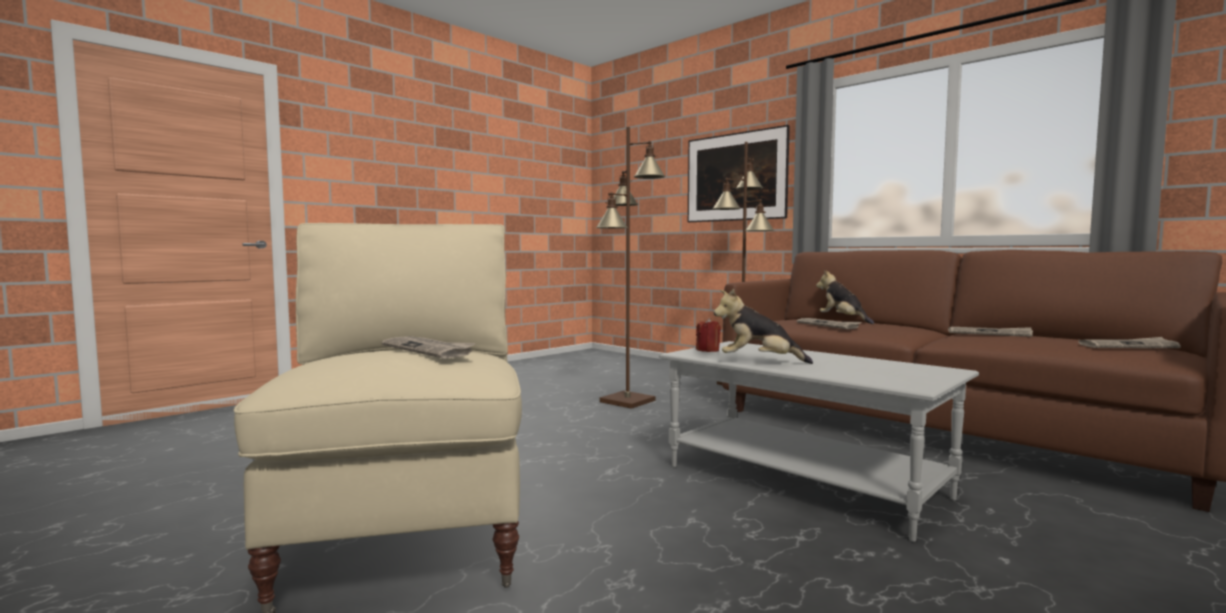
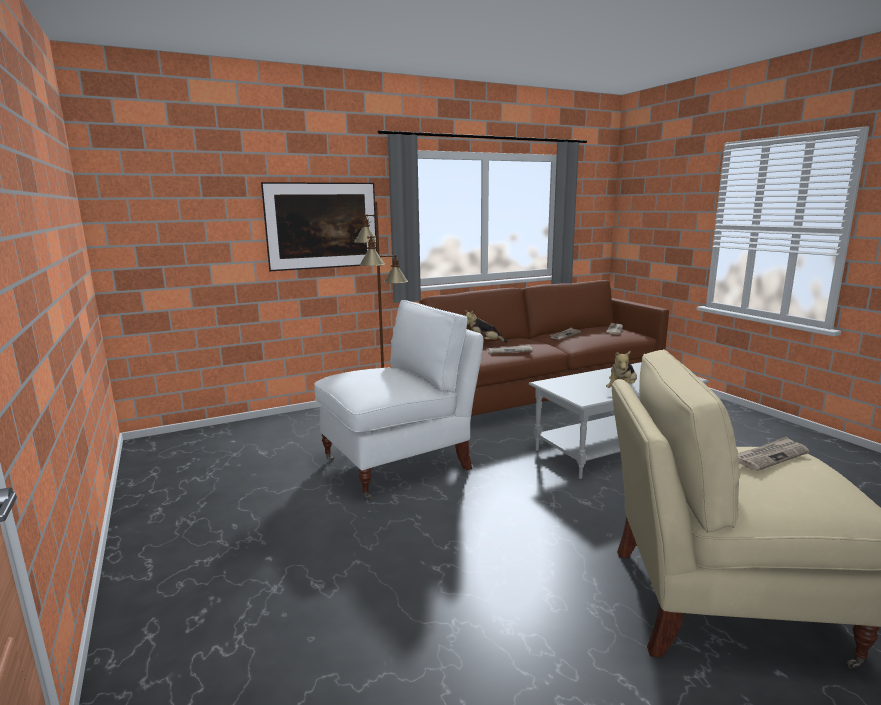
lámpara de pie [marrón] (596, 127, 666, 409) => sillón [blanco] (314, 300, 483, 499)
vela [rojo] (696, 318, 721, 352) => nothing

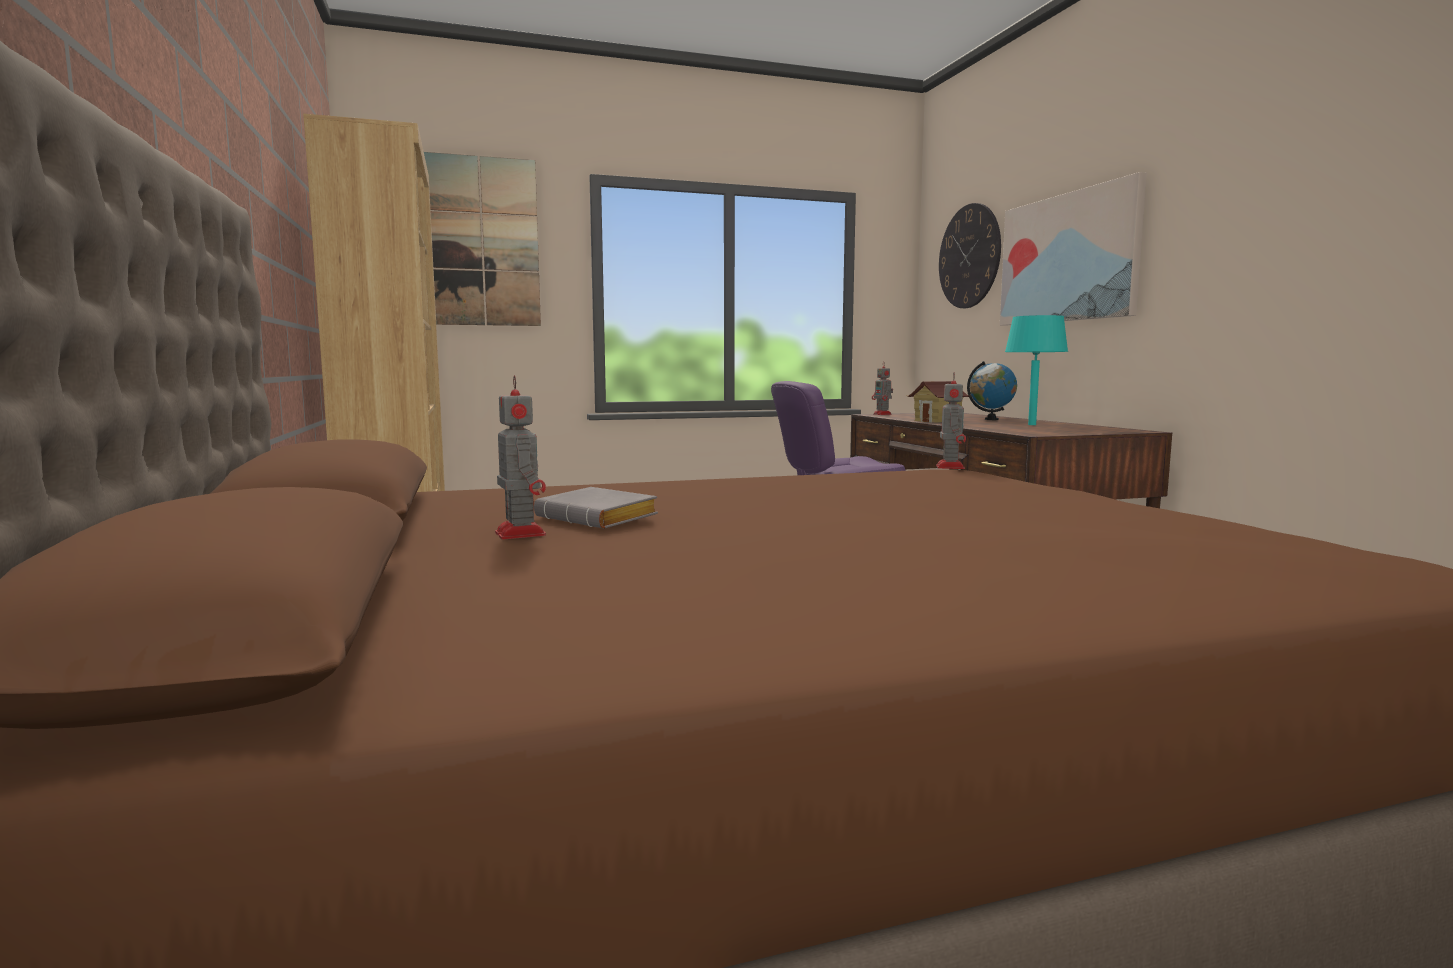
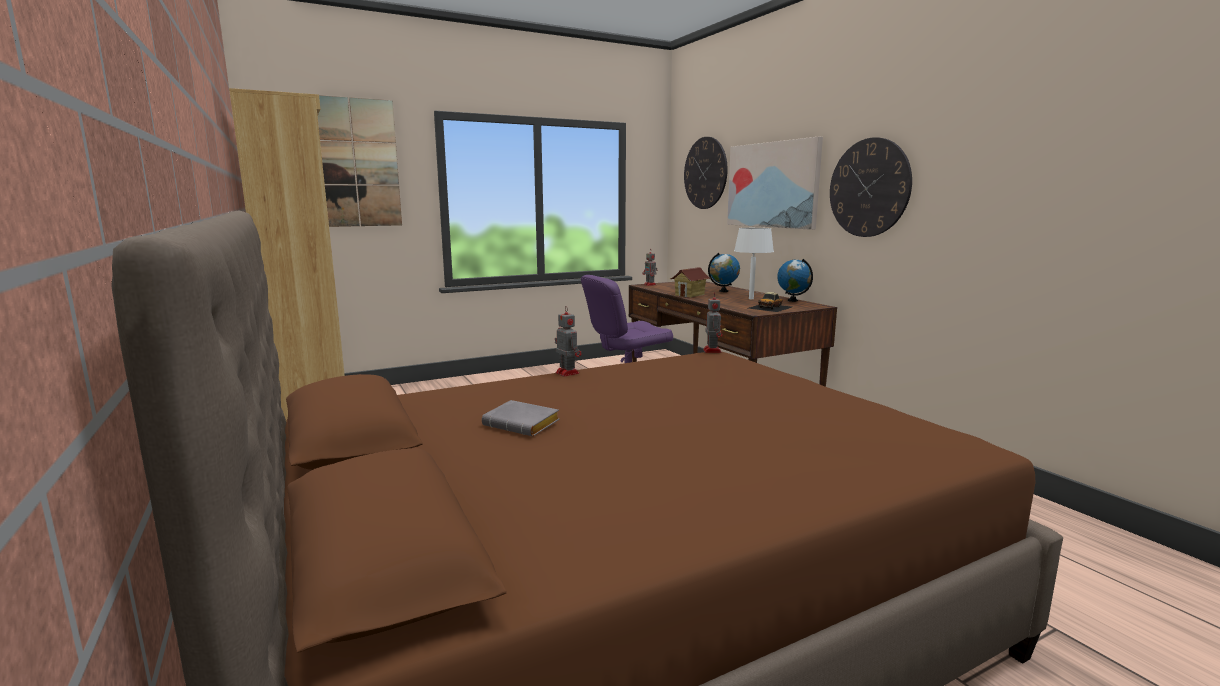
robot de juguete (495, 375, 546, 540) => robot de juguete (555, 306, 582, 377), move
lámpara de mesa [turquesa] (1005, 315, 1068, 425) => lámpara de mesa [blanco] (734, 228, 774, 299)
nothing => coche de juguete (748, 292, 792, 312)
nothing => globo terráqueo (777, 259, 813, 302)
nothing => reloj de pared (830, 137, 912, 237)

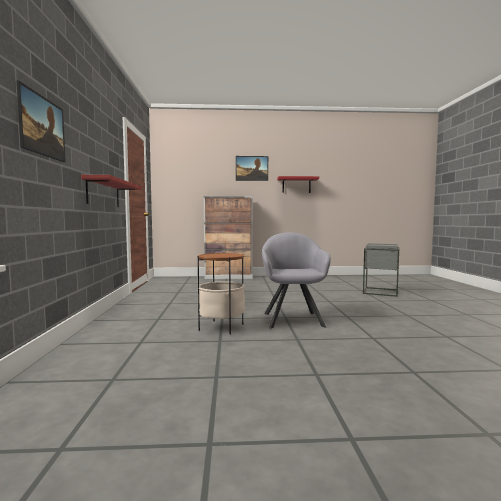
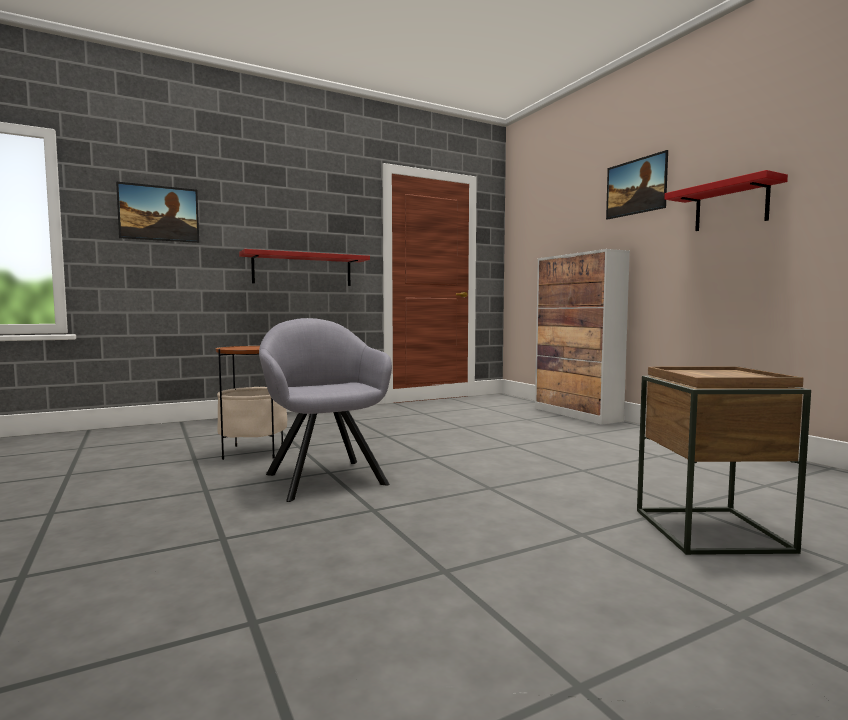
sillón [gris] (261, 232, 331, 328) => sillón [gris] (259, 318, 392, 502), 90 degrees counterclockwise
mesa auxiliar [gris] (363, 243, 399, 297) => mesa auxiliar [marrón] (637, 366, 811, 555)

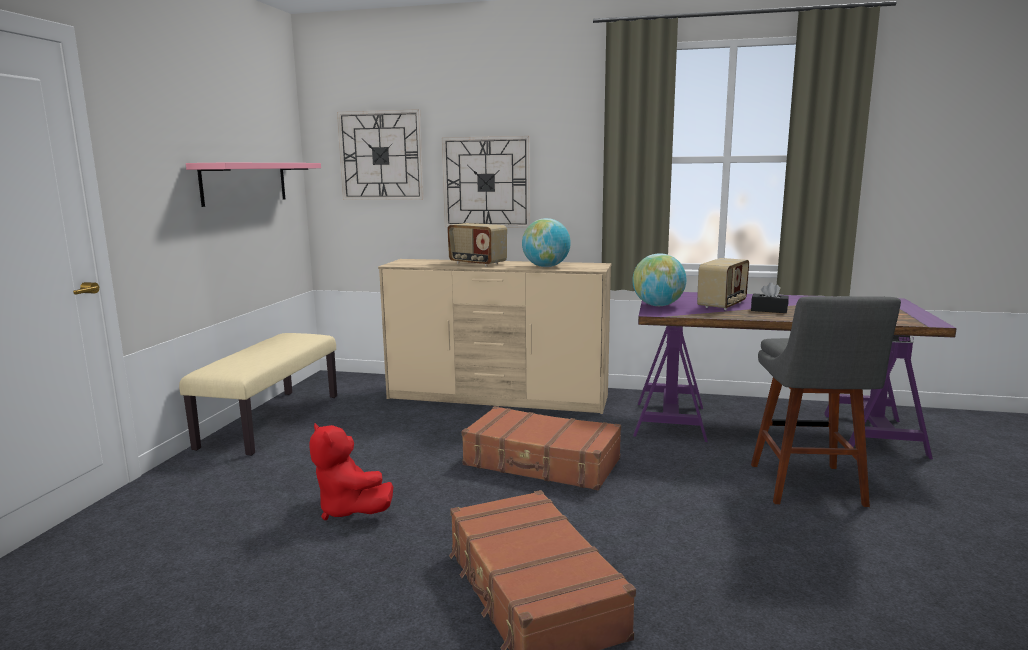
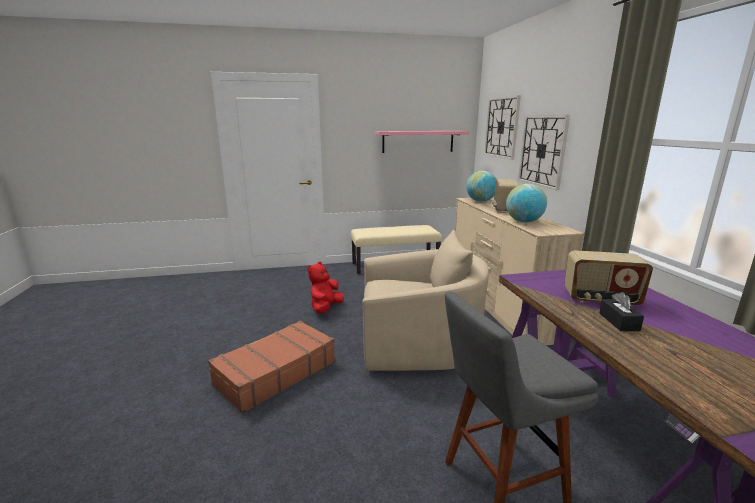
maleta [marrón] (462, 406, 621, 490) => sillón [beis] (362, 230, 489, 371)
globo terráqueo (632, 253, 686, 306) => globo terráqueo (466, 171, 496, 202), move

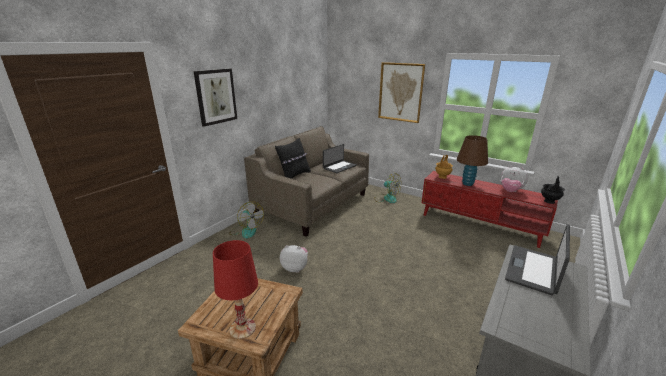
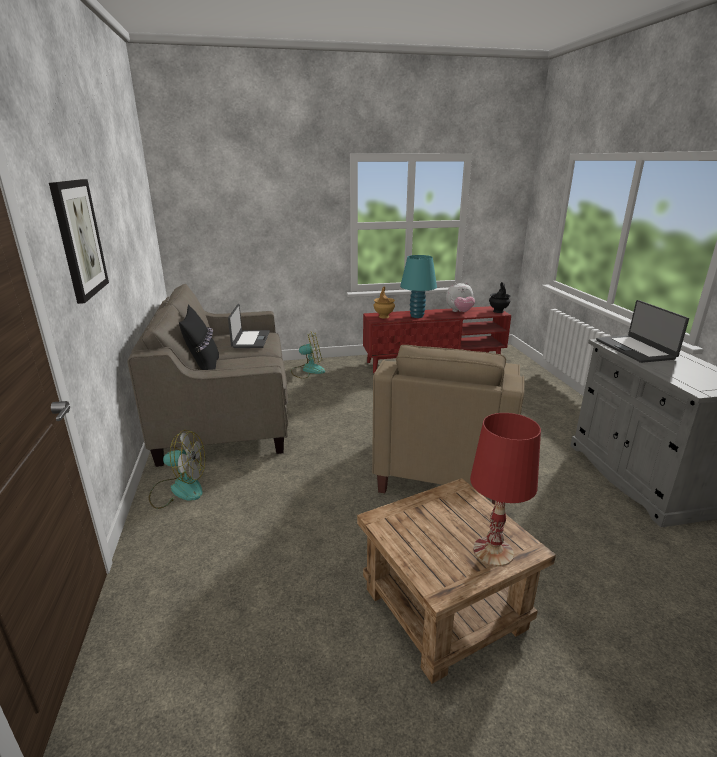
nothing => sillón [beis] (372, 345, 525, 505)
lámpara de mesa [marrón] (457, 135, 488, 186) => lámpara de mesa [turquesa] (400, 255, 437, 318)
peluche (280, 245, 308, 273) => nothing
cuadro (378, 62, 425, 123) => nothing

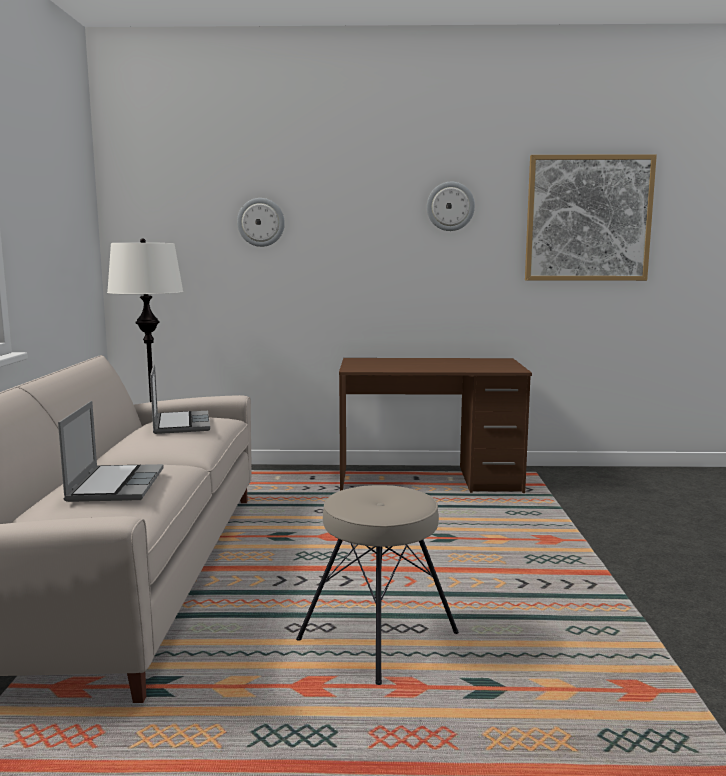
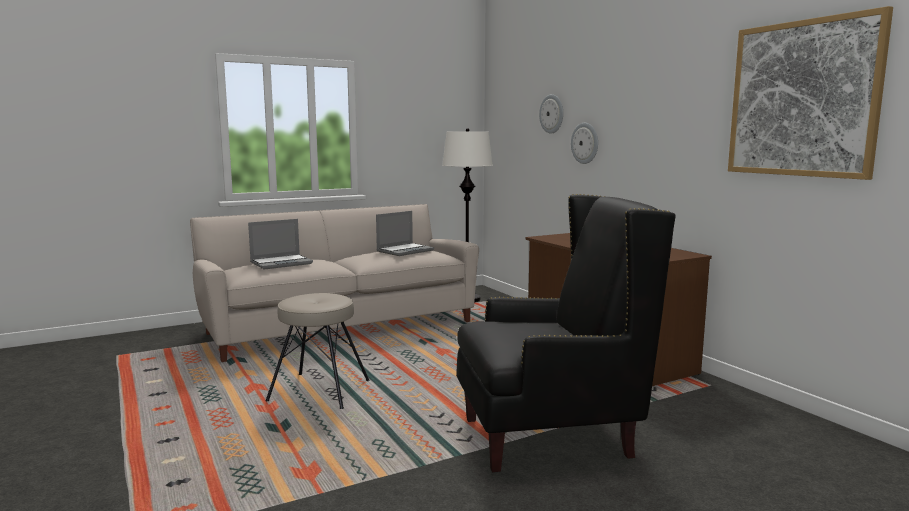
nothing => sillón [negro] (456, 194, 676, 472)
reloj de pared (427, 182, 475, 231) => reloj de pared (571, 123, 598, 164), move

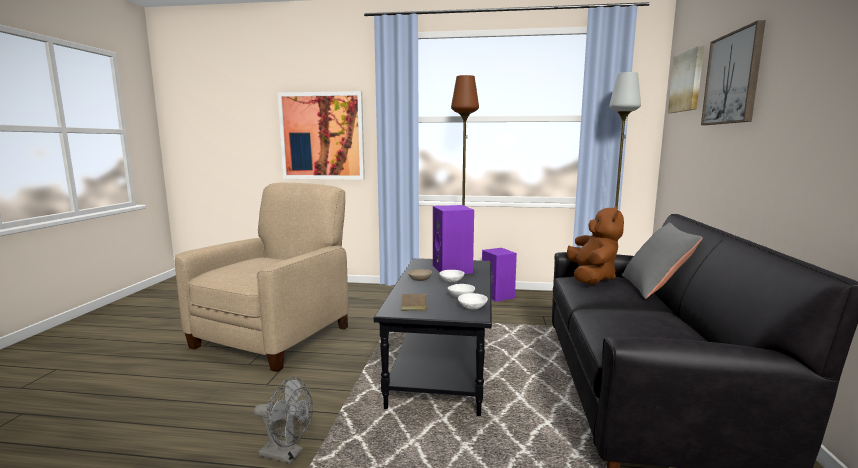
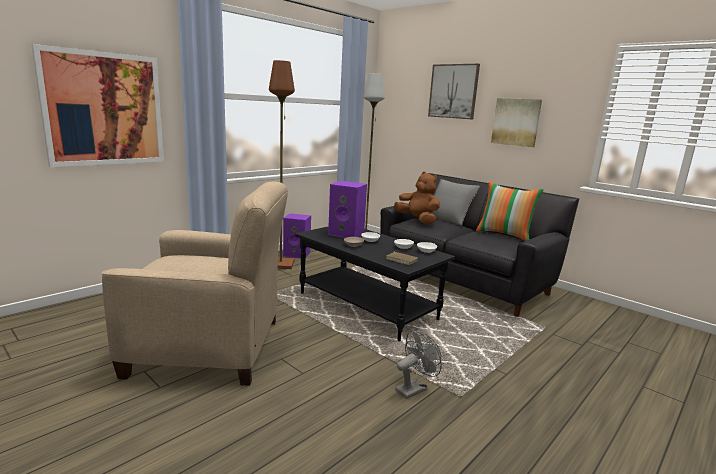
sillón [beis] (174, 183, 349, 372) => sillón [beis] (101, 182, 288, 386), 120 degrees clockwise
nothing => cojín (476, 181, 544, 241)
cuadro (668, 46, 704, 113) => cuadro (491, 98, 542, 147), move

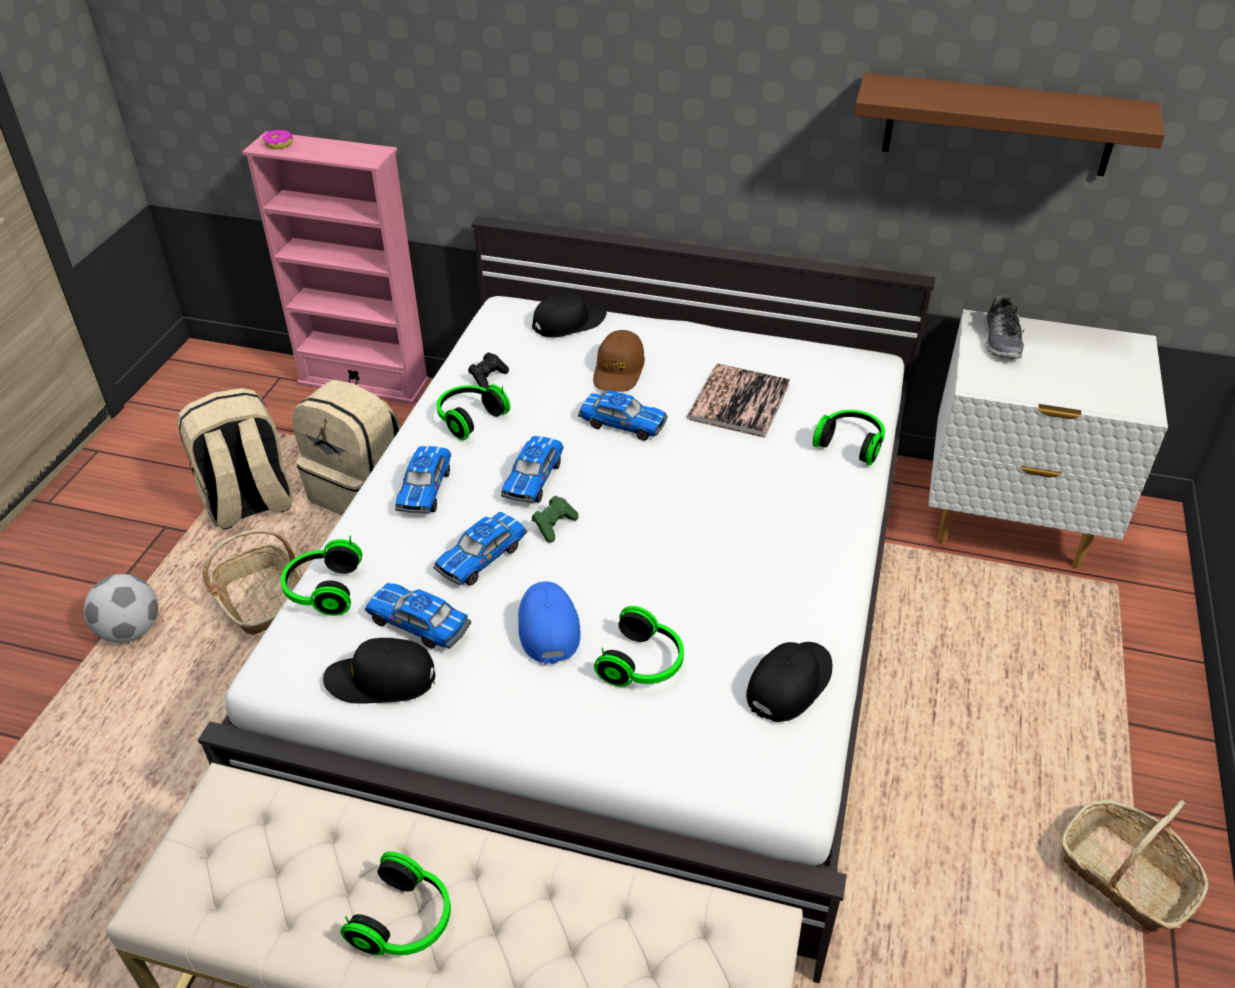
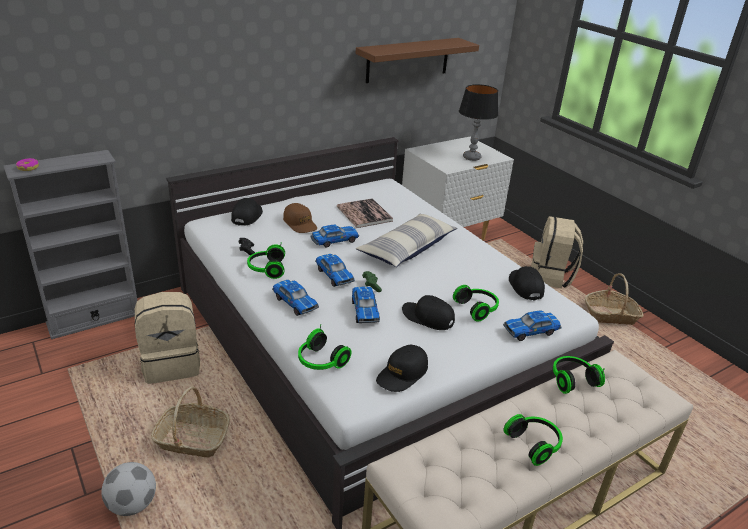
estantería [rosa] (242, 131, 430, 404) => estantería [gris] (4, 150, 138, 339)
nothing => cojín (356, 213, 457, 267)
gorra [azul] (518, 581, 580, 665) => gorra [negro] (402, 295, 455, 330)
nothing => lámpara de mesa (459, 84, 498, 161)
coche de juguete (365, 583, 471, 649) => coche de juguete (503, 310, 561, 341), move
mochila [beis] (177, 388, 293, 529) => mochila [beis] (531, 216, 583, 288), move
auriculares (813, 410, 885, 466) => auriculares (553, 356, 605, 394), move
zapato (984, 295, 1024, 359) => nothing

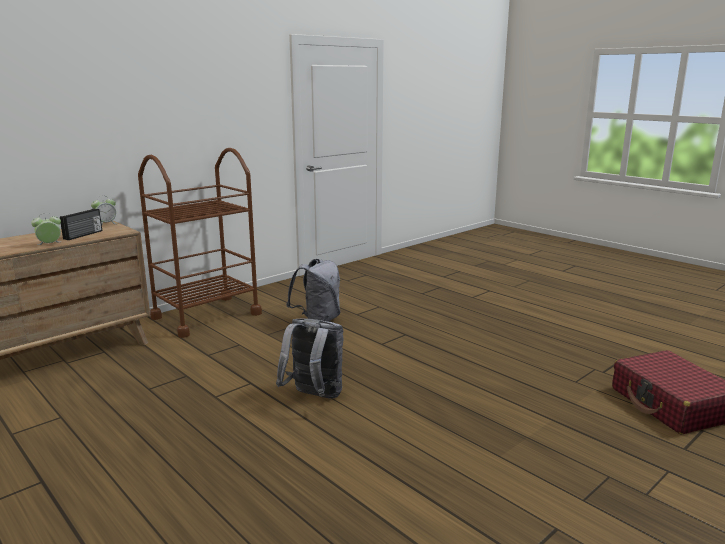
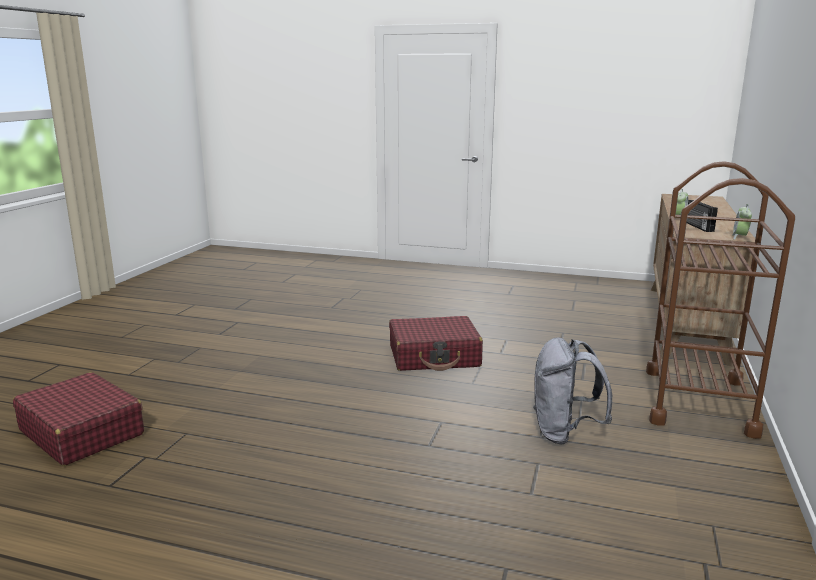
mochila [gris] (276, 318, 343, 398) => maleta [rojo] (389, 316, 483, 371)

